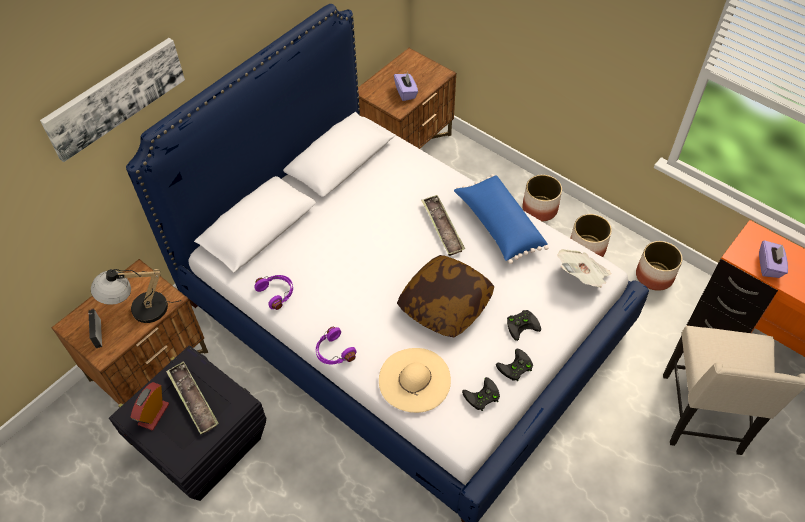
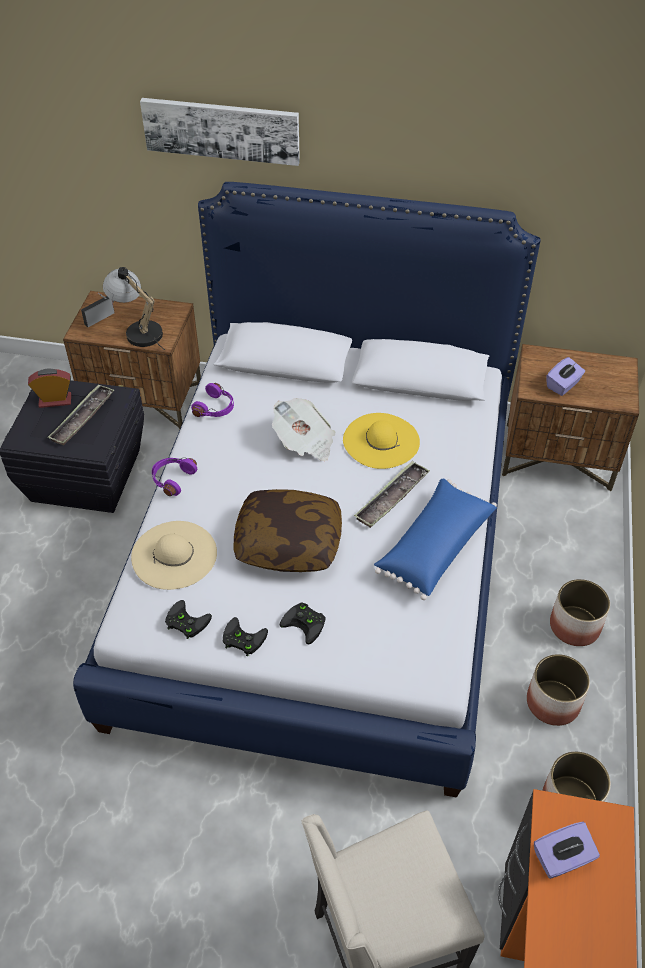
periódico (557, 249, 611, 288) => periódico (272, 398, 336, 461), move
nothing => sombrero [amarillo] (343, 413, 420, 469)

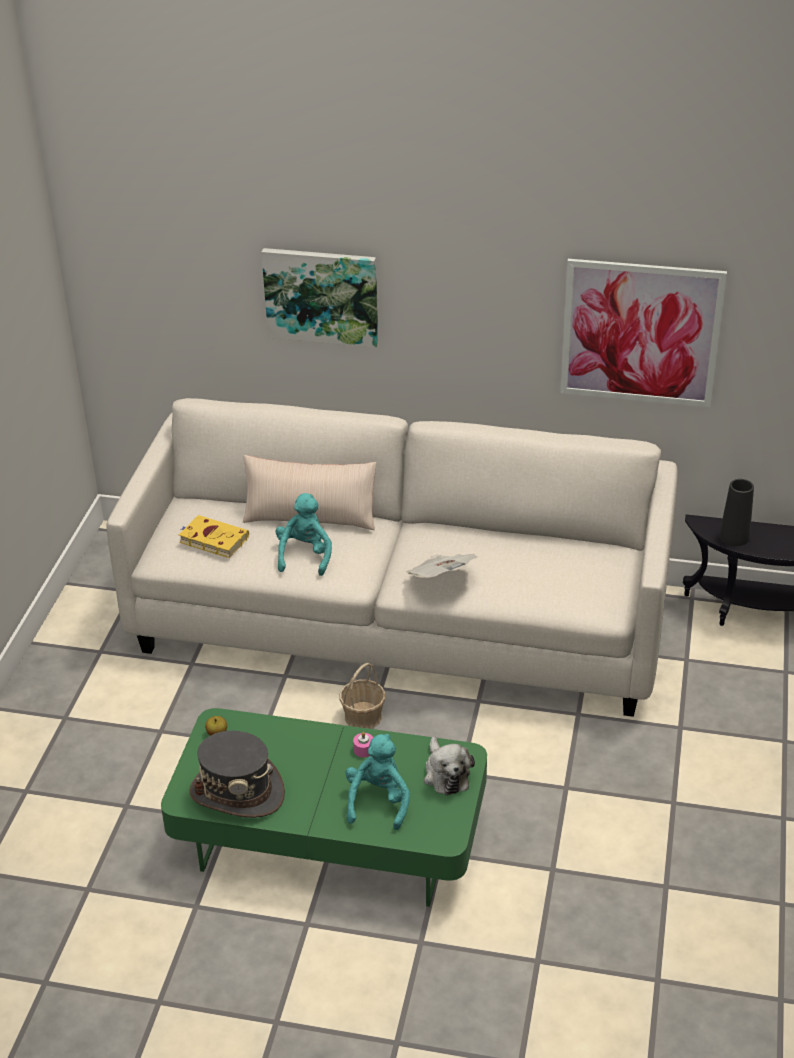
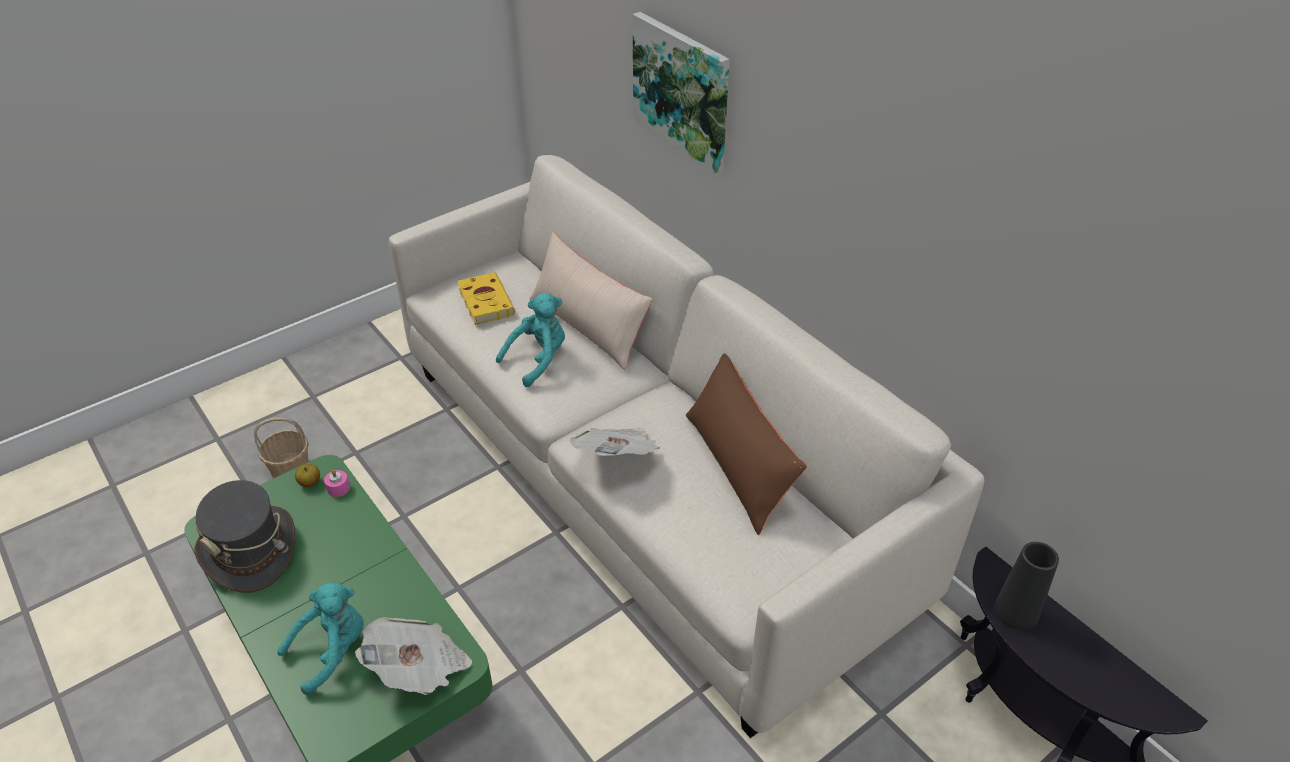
cesta (339, 663, 386, 729) => cesta (254, 417, 309, 479), move
vela [rosa] (353, 732, 373, 757) => vela [rosa] (324, 470, 350, 497), move
peluche (424, 737, 475, 796) => periódico (355, 617, 472, 695)
nothing => cojín [marrón] (686, 353, 807, 535)
cuadro (560, 259, 727, 407) => nothing

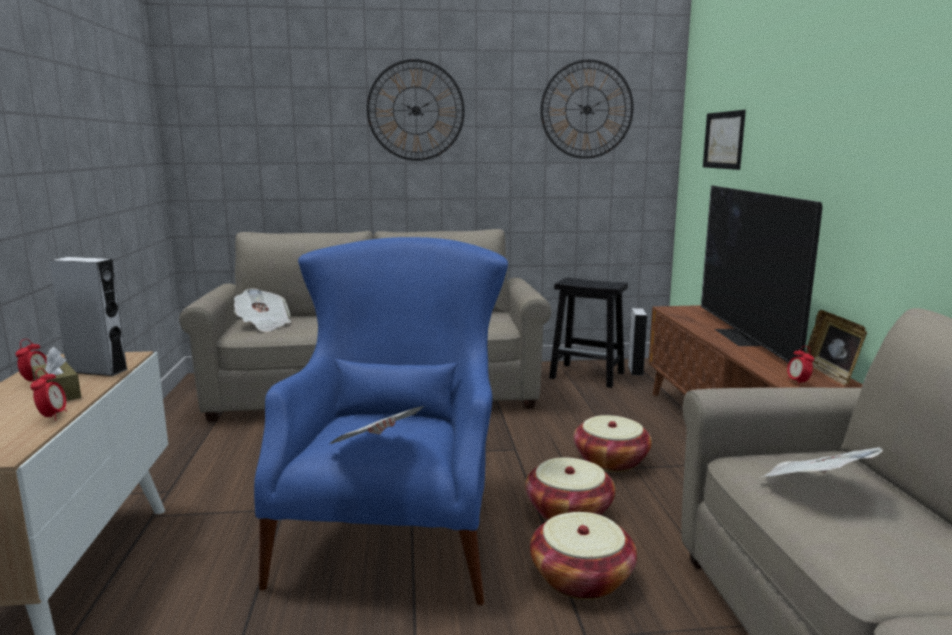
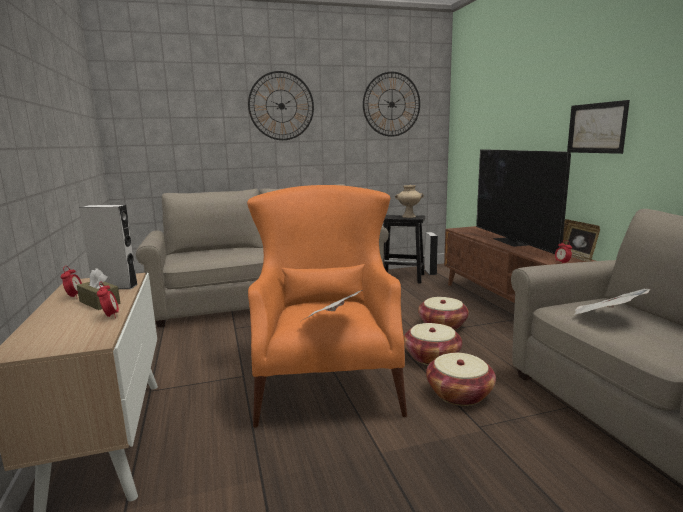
sillón [azul] (254, 237, 508, 605) => sillón [naranja] (247, 185, 407, 427)
nothing => florero [beis] (395, 185, 424, 218)
cuadro (703, 110, 746, 170) => cuadro (567, 100, 630, 154), move
periódico (234, 288, 291, 332) => nothing

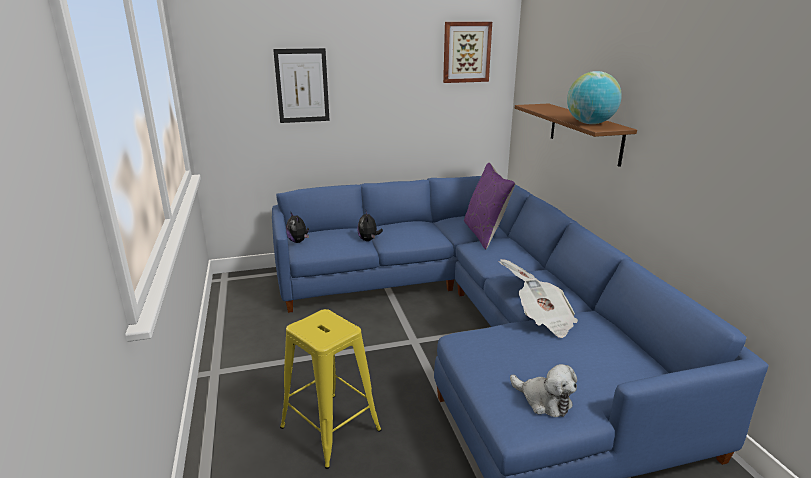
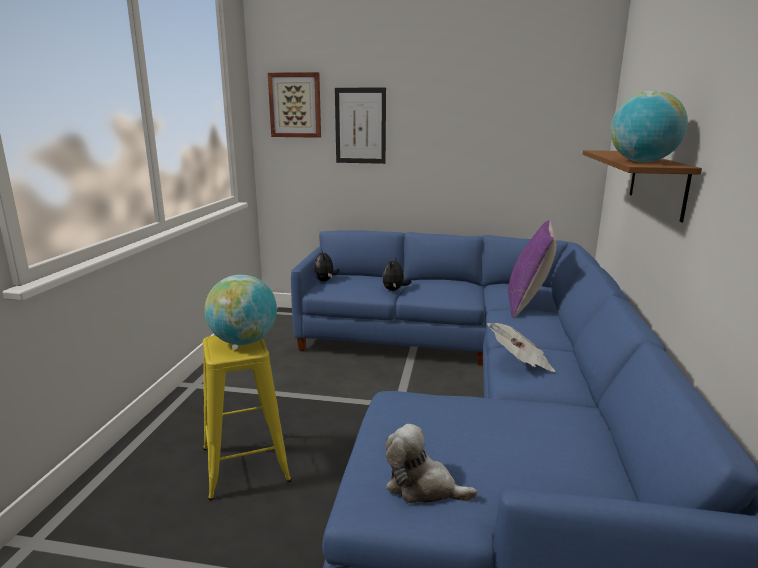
nothing => globo terráqueo (204, 275, 277, 345)
cuadro (443, 22, 492, 83) => cuadro (268, 72, 321, 138), move
peluche (510, 364, 577, 417) => peluche (385, 424, 478, 504), 135 degrees clockwise
periódico (519, 278, 578, 338) => nothing

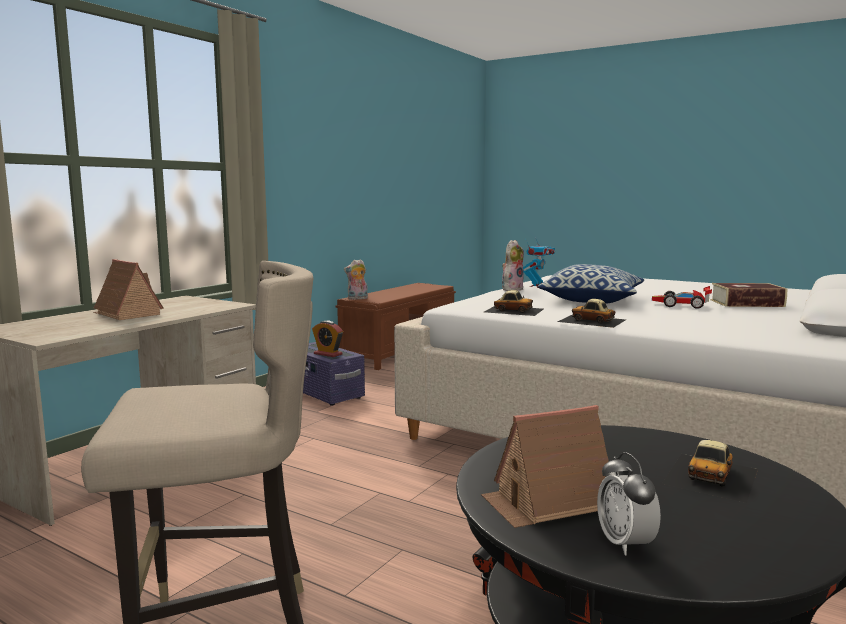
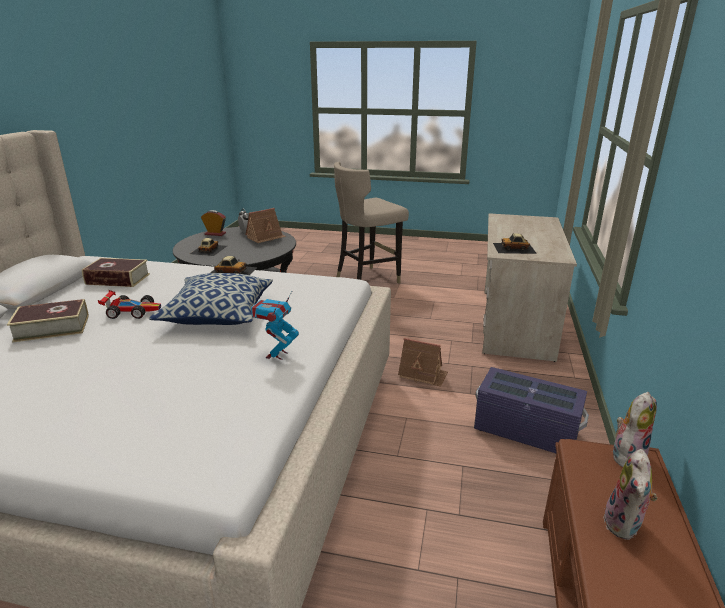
nothing => libro (82, 258, 150, 287)
despertador (312, 321, 343, 357) => despertador (201, 210, 226, 236), move
casita (94, 259, 164, 320) => casita (398, 338, 448, 387), move
coche de juguete (484, 290, 544, 316) => coche de juguete (493, 233, 537, 254), move
peluche (502, 240, 524, 291) => peluche (603, 449, 658, 540), move

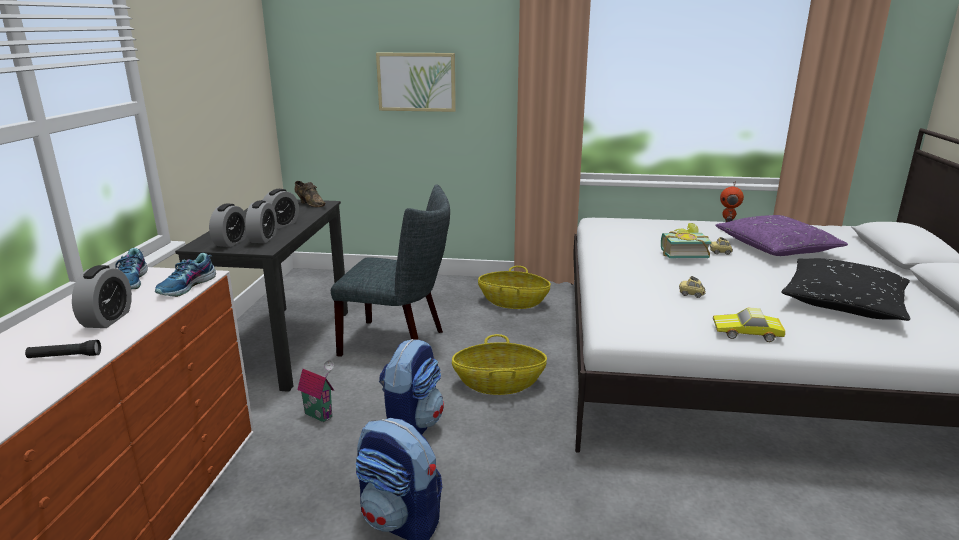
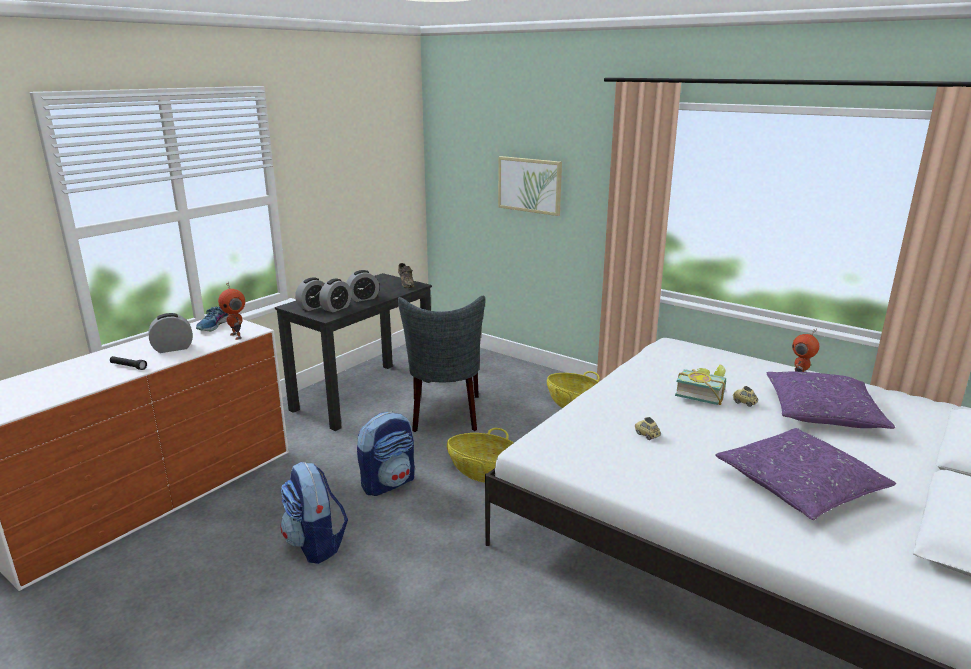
despertador (72, 265, 132, 328) => despertador (148, 313, 193, 353), 150 degrees counterclockwise
zapato (155, 253, 216, 297) => robot de juguete (218, 282, 245, 340)
silla [gris] (331, 184, 450, 357) => silla [gris] (398, 296, 485, 432), 45 degrees clockwise
cojín [negro] (781, 258, 911, 321) => cojín [morado] (715, 428, 896, 520)
casita (297, 360, 334, 422) => nothing
coche de juguete (713, 307, 785, 342) => nothing

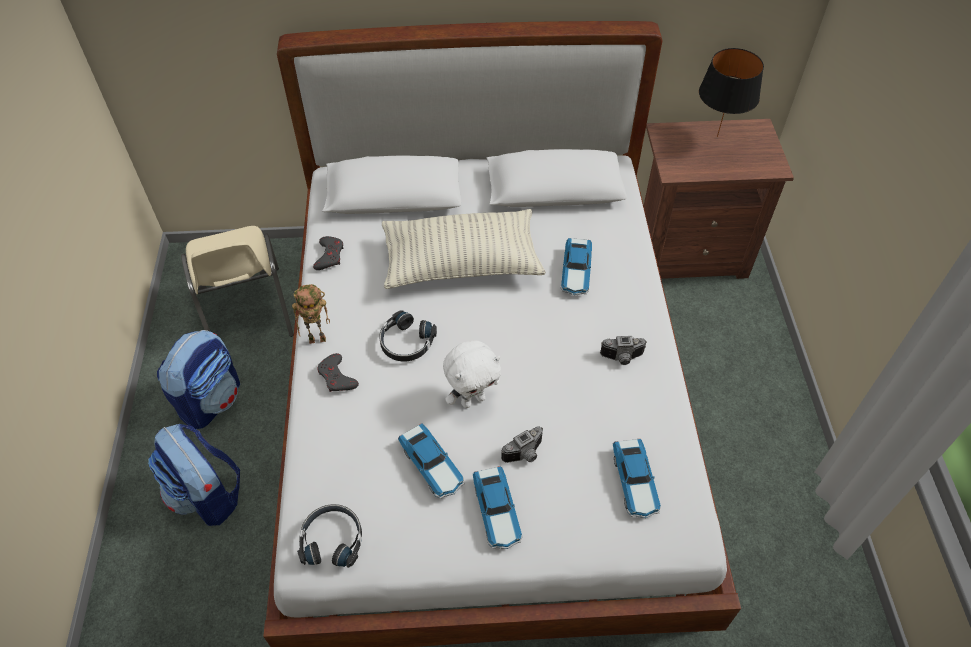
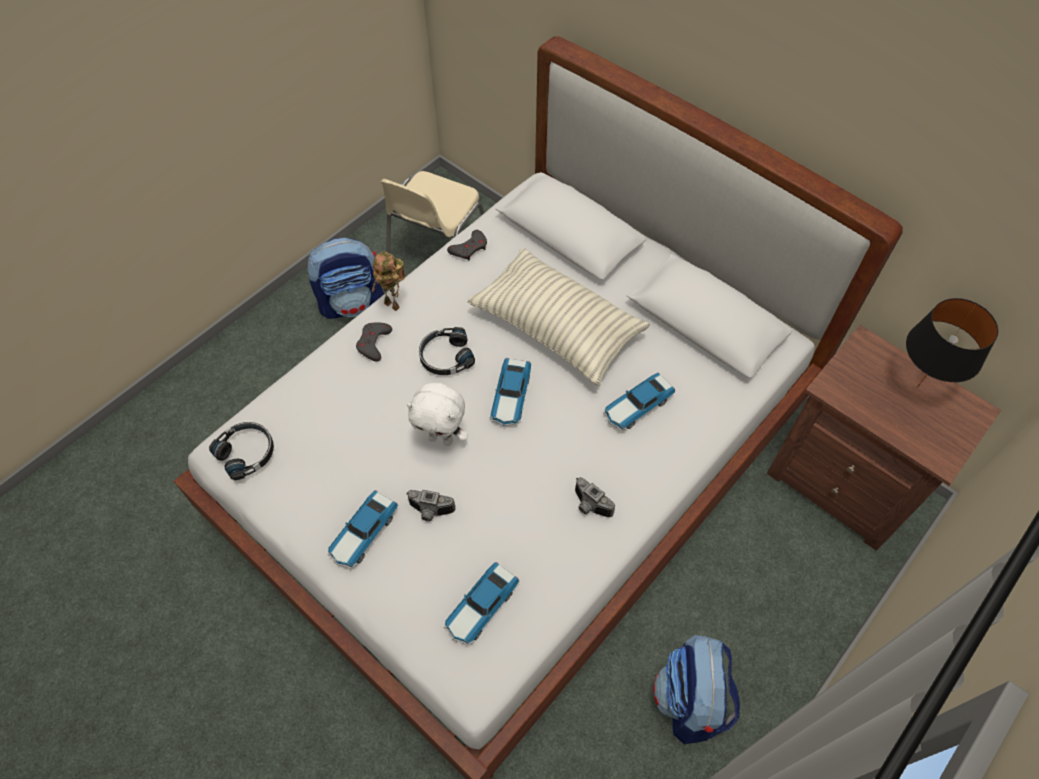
coche de juguete (398, 423, 465, 499) => coche de juguete (490, 358, 531, 426), move
mochila (148, 424, 240, 526) => mochila (653, 635, 740, 744), move

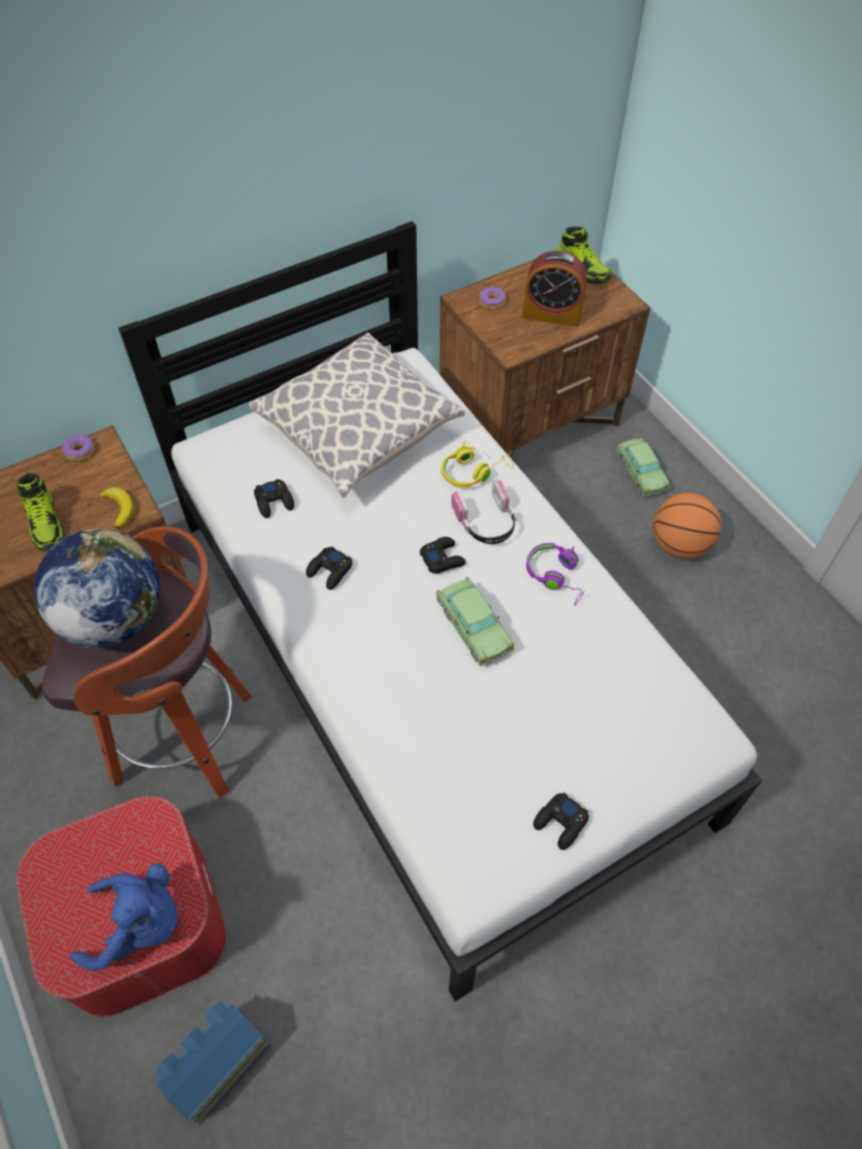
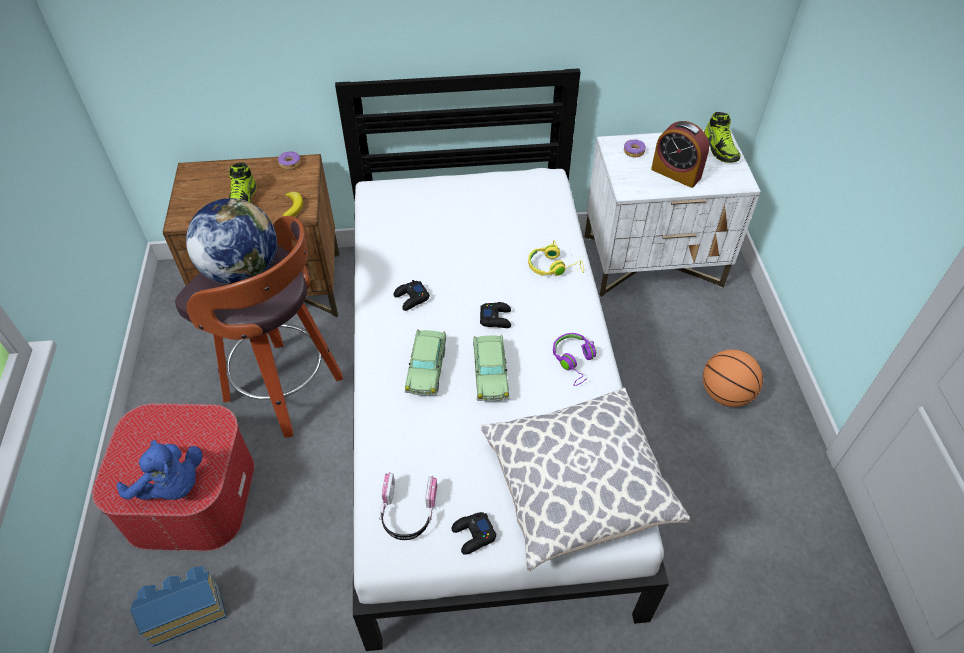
auriculares (451, 479, 517, 544) => auriculares (379, 472, 437, 540), move
coche de juguete (616, 437, 670, 497) => coche de juguete (405, 329, 446, 396), move
cojín (249, 333, 465, 498) => cojín (481, 388, 690, 571), move
mesita de noche [marrón] (440, 259, 651, 458) => mesita de noche [blanco] (584, 128, 761, 297)
mando de consola [negro] (254, 479, 294, 518) => nothing

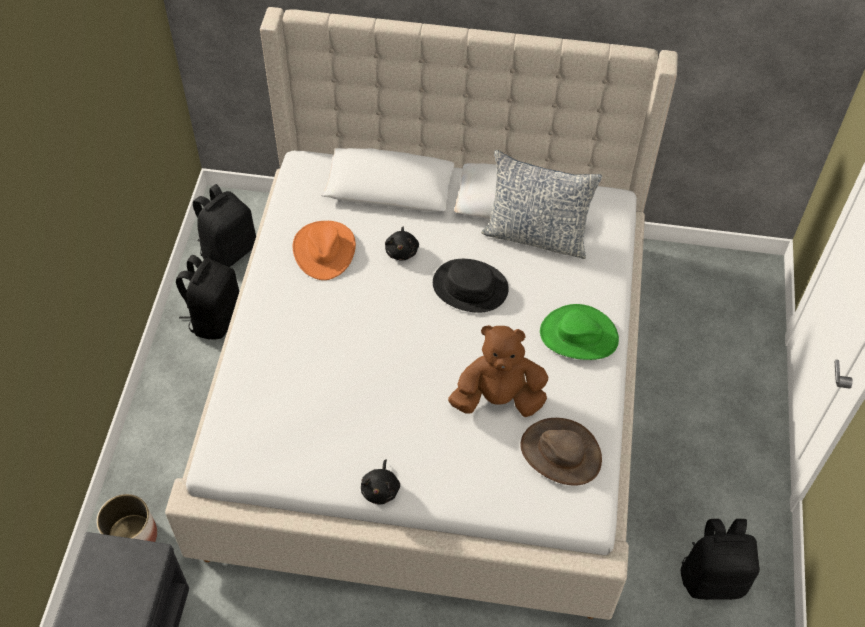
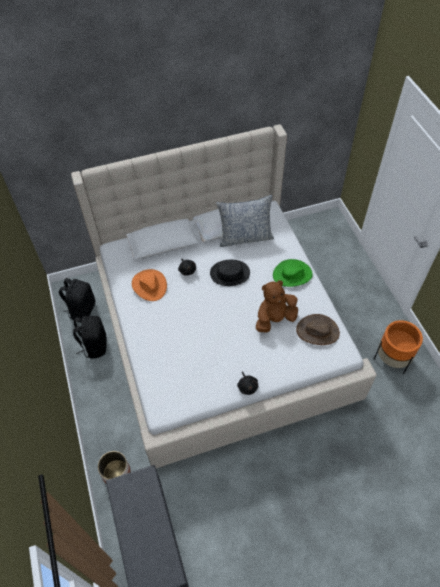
mochila [negro] (681, 519, 760, 600) => maceta [naranja] (374, 320, 423, 374)

